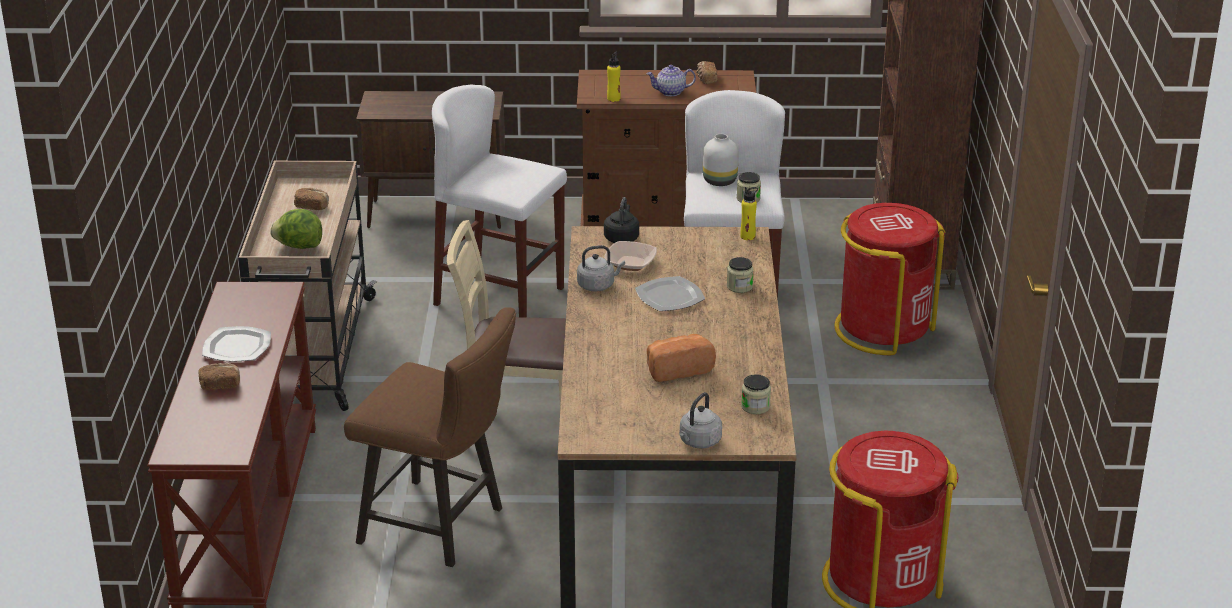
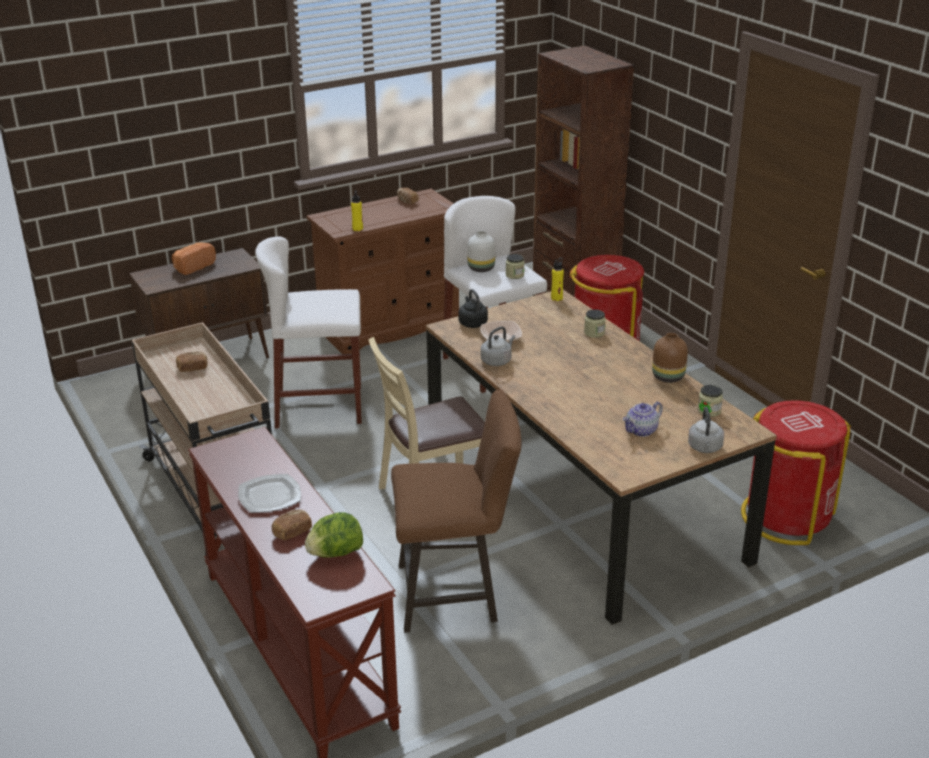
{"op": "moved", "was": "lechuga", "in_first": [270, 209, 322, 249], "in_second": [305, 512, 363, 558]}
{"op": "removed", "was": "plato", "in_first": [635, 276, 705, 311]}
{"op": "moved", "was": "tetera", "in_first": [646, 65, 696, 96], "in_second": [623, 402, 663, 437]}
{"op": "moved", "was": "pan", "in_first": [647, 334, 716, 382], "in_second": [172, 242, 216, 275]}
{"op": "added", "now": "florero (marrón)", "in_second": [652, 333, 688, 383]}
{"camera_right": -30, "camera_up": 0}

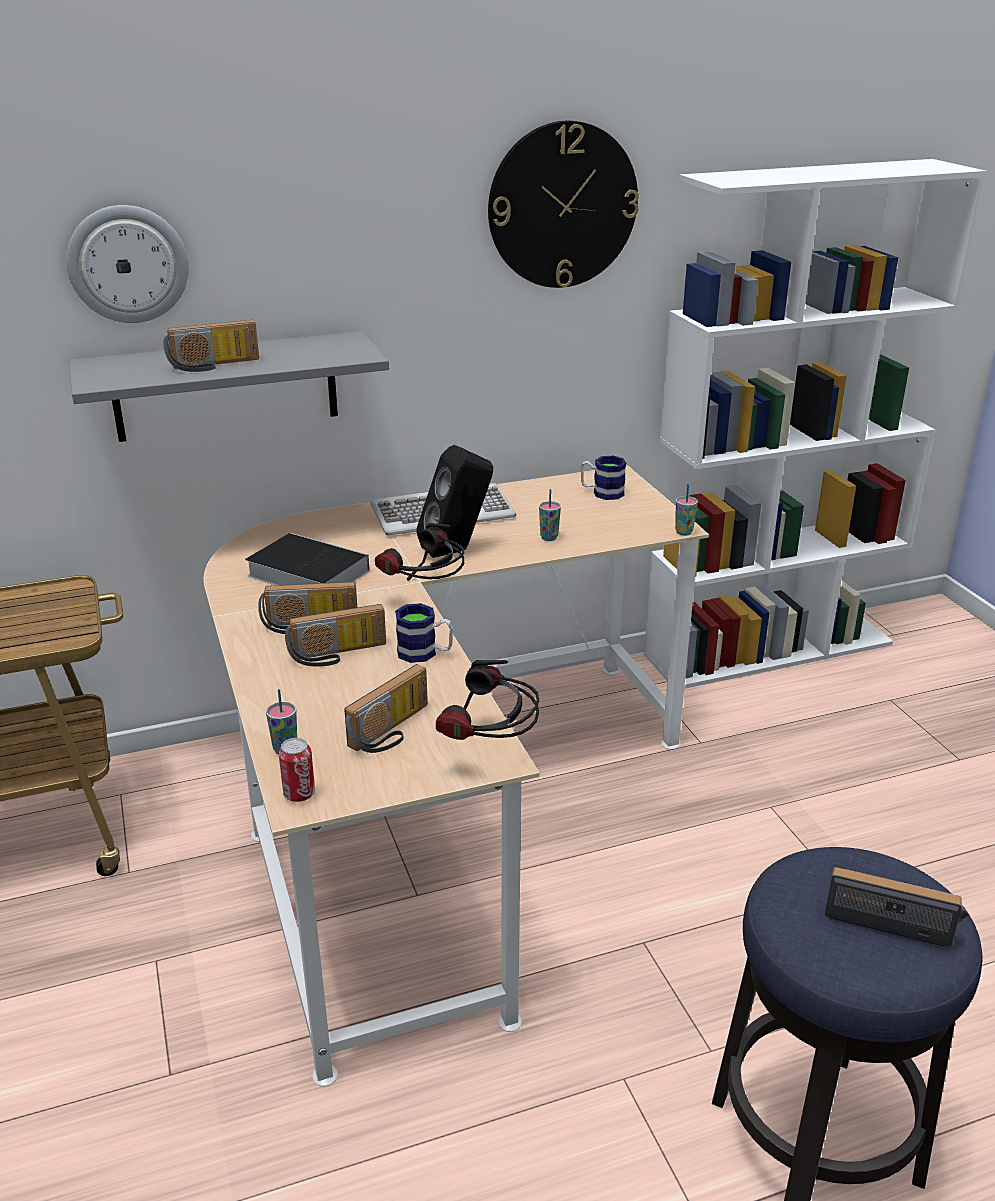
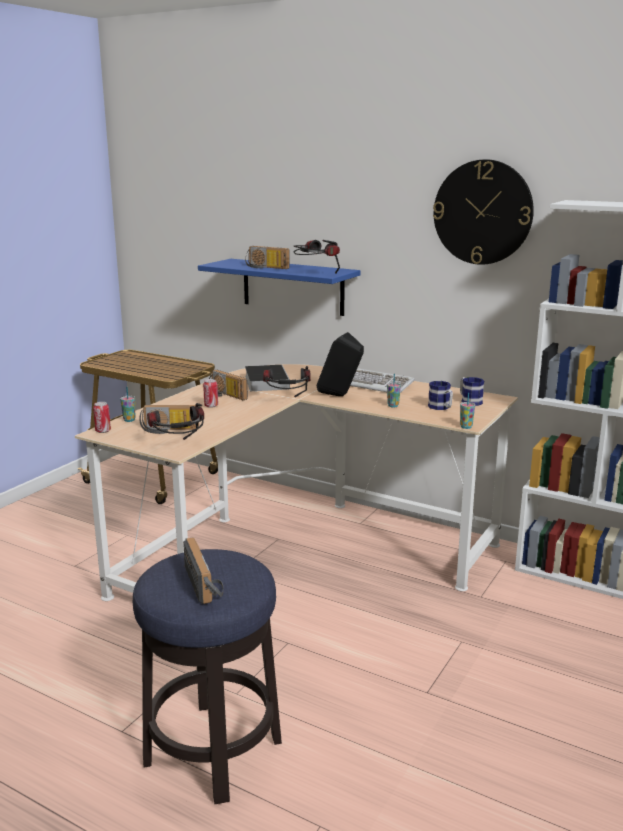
{"op": "removed", "was": "reloj de pared", "in_first": [66, 205, 189, 323]}
{"op": "recoloured", "was": "estante (gris)", "now": "estante (azul)", "in_first": [69, 331, 389, 442], "in_second": [198, 259, 361, 316]}
{"op": "replaced", "was": "radio", "now": "lata", "in_first": [285, 604, 386, 666], "in_second": [203, 379, 218, 408]}
{"op": "moved", "was": "taza grande", "in_first": [395, 603, 453, 663], "in_second": [428, 381, 453, 410]}
{"op": "added", "now": "auriculares", "in_second": [293, 240, 340, 274]}
{"camera_right": 50, "camera_up": -10}

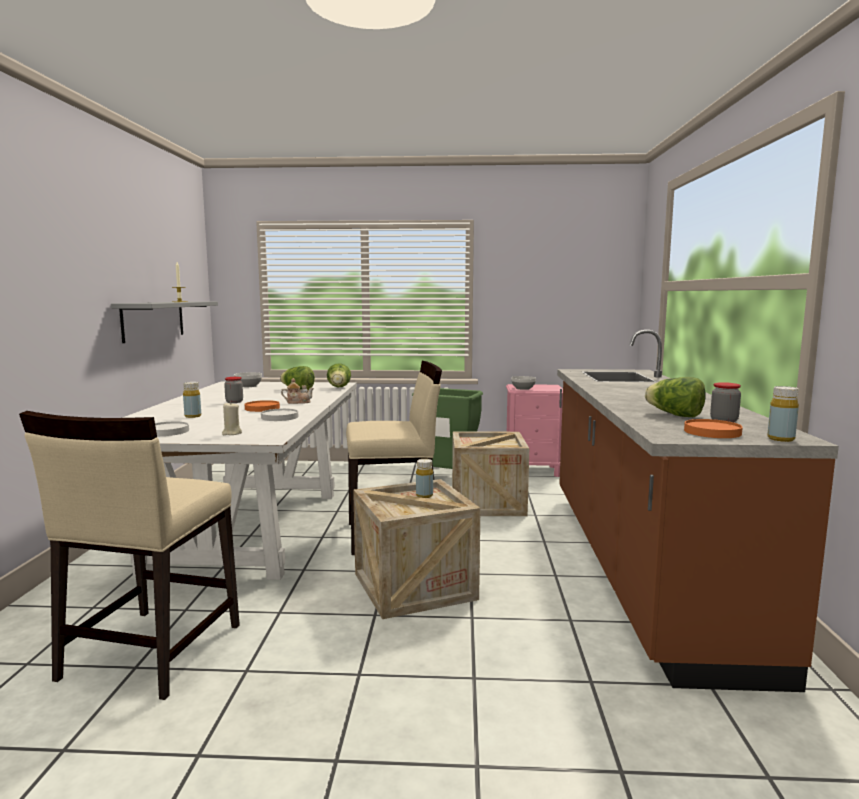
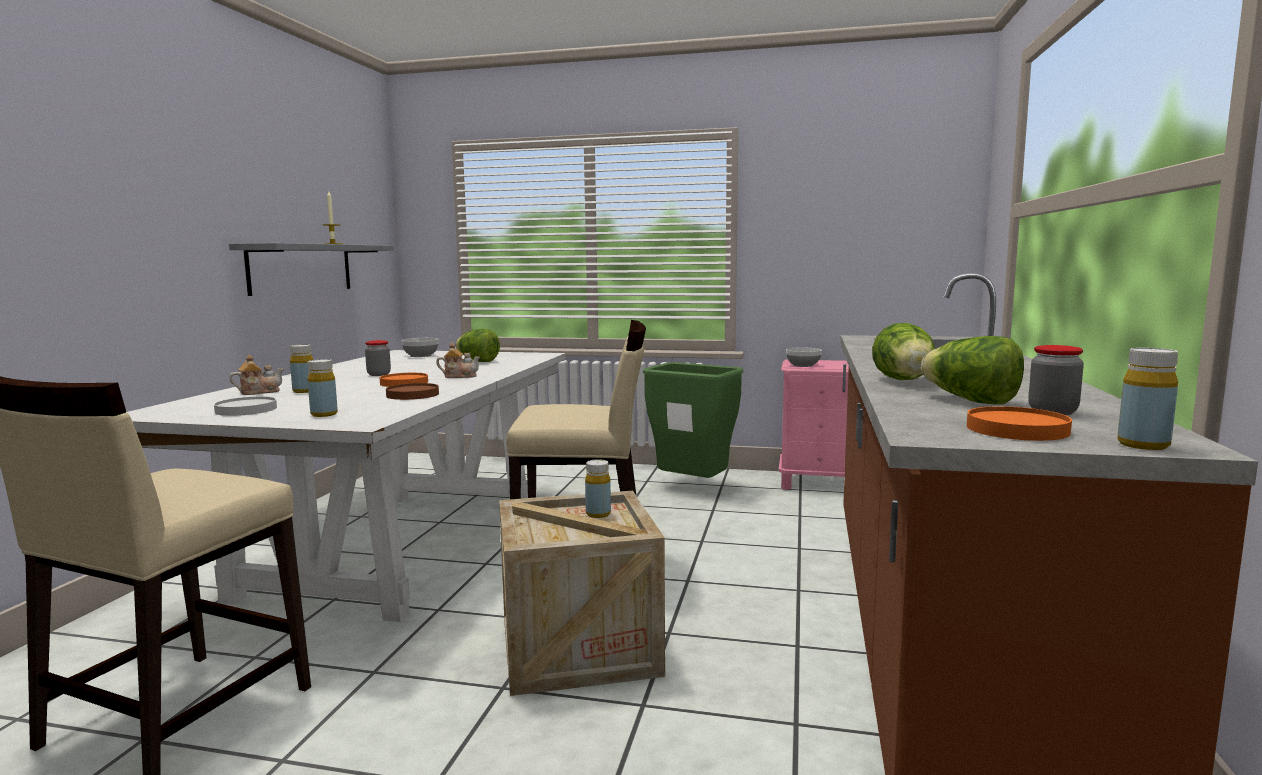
{"op": "replaced", "was": "vela (beis)", "now": "botella (amarillo)", "in_first": [222, 402, 242, 435], "in_second": [307, 359, 338, 417]}
{"op": "recoloured", "was": "plato (blanco)", "now": "plato (marrón)", "in_first": [261, 408, 298, 421], "in_second": [386, 383, 439, 400]}
{"op": "moved", "was": "lechuga", "in_first": [327, 363, 351, 387], "in_second": [872, 323, 935, 380]}
{"op": "removed", "was": "caja de embalaje", "in_first": [452, 431, 529, 516]}
{"op": "added", "now": "tetera", "in_second": [229, 355, 284, 395]}
{"camera_right": 10, "camera_up": 0}

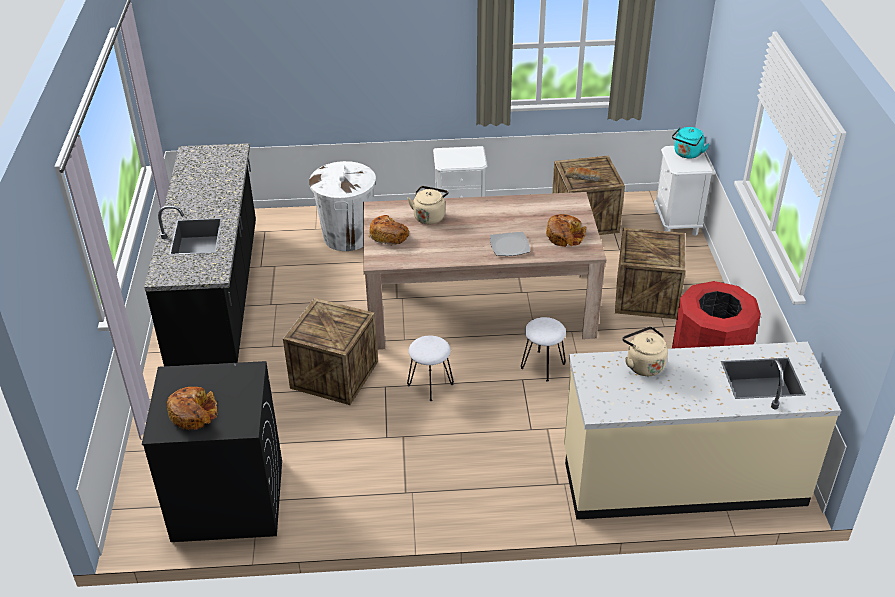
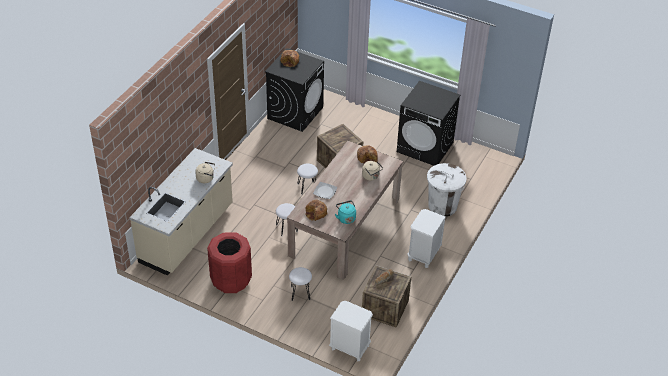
{"op": "replaced", "was": "mueble bajo de cocina (negro)", "now": "lavadora (negro)", "in_first": [144, 143, 256, 366], "in_second": [397, 81, 460, 166]}
{"op": "replaced", "was": "caja de embalaje", "now": "taburete (blanco)", "in_first": [615, 228, 686, 319], "in_second": [289, 267, 312, 301]}
{"op": "moved", "was": "hervidor (turquesa)", "in_first": [672, 127, 709, 159], "in_second": [335, 201, 356, 224]}
{"camera_right": 120, "camera_up": 5}

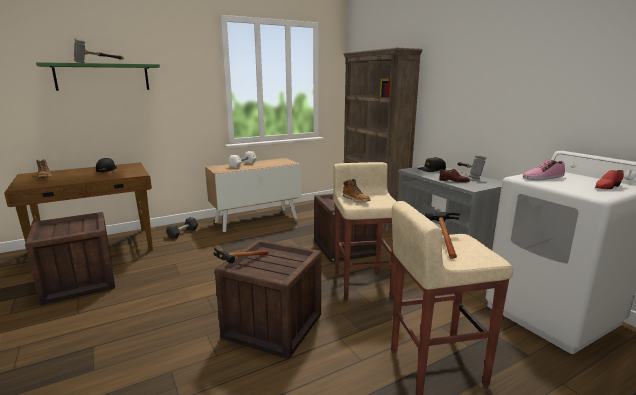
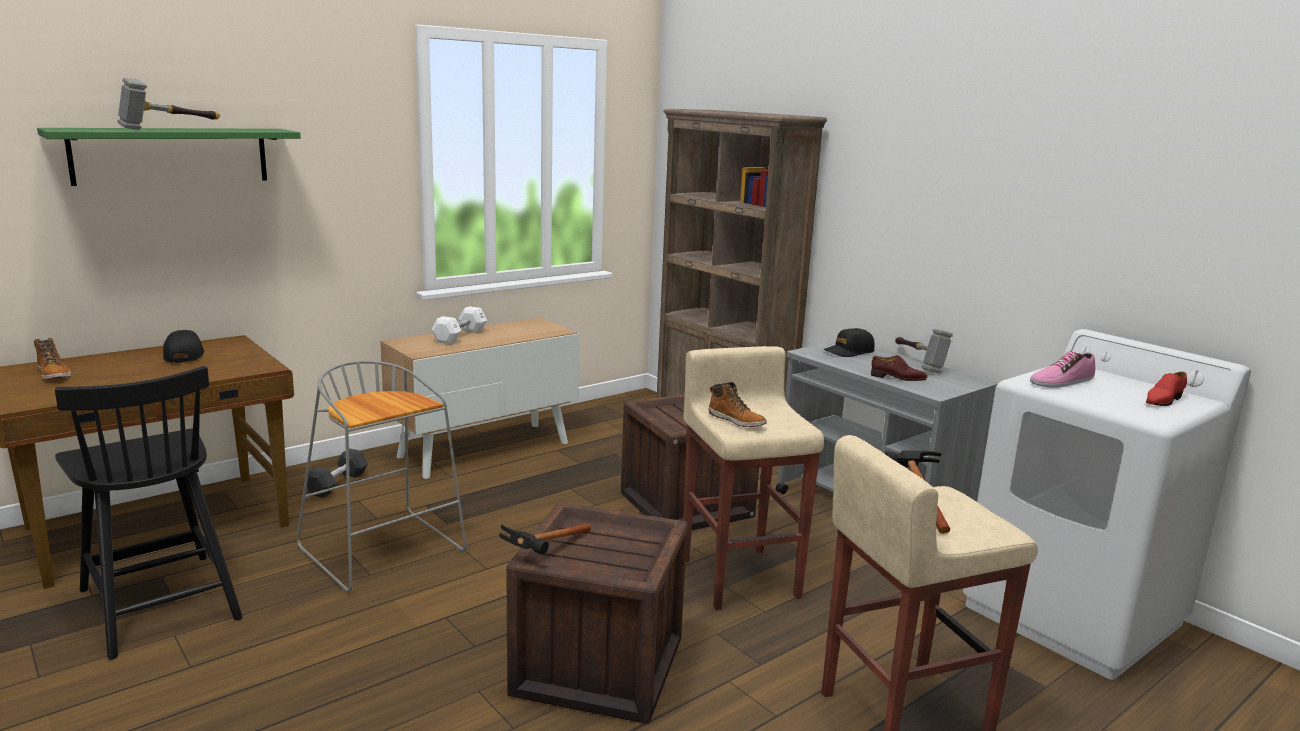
{"op": "replaced", "was": "caja de embalaje", "now": "silla (negro)", "in_first": [25, 212, 115, 305], "in_second": [55, 366, 243, 660]}
{"op": "added", "now": "taburete (gris)", "in_second": [297, 361, 467, 593]}
{"camera_right": -10, "camera_up": 0}

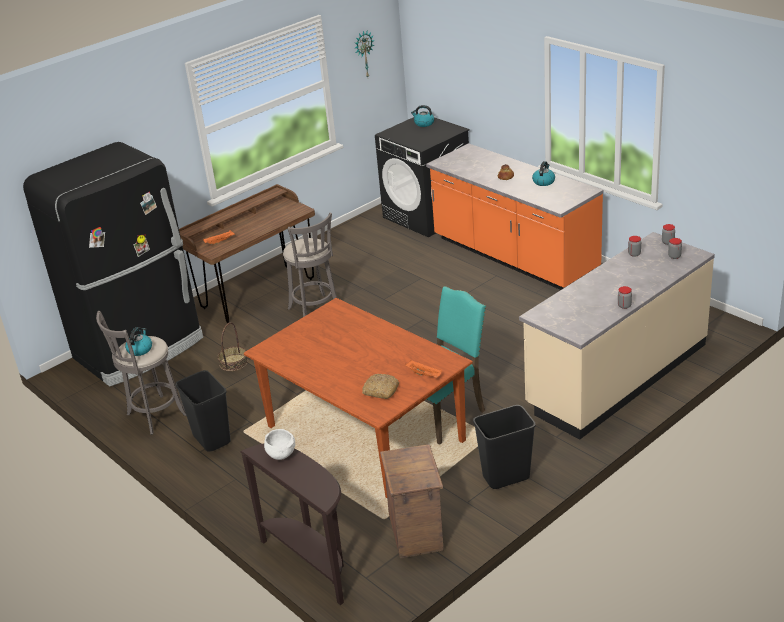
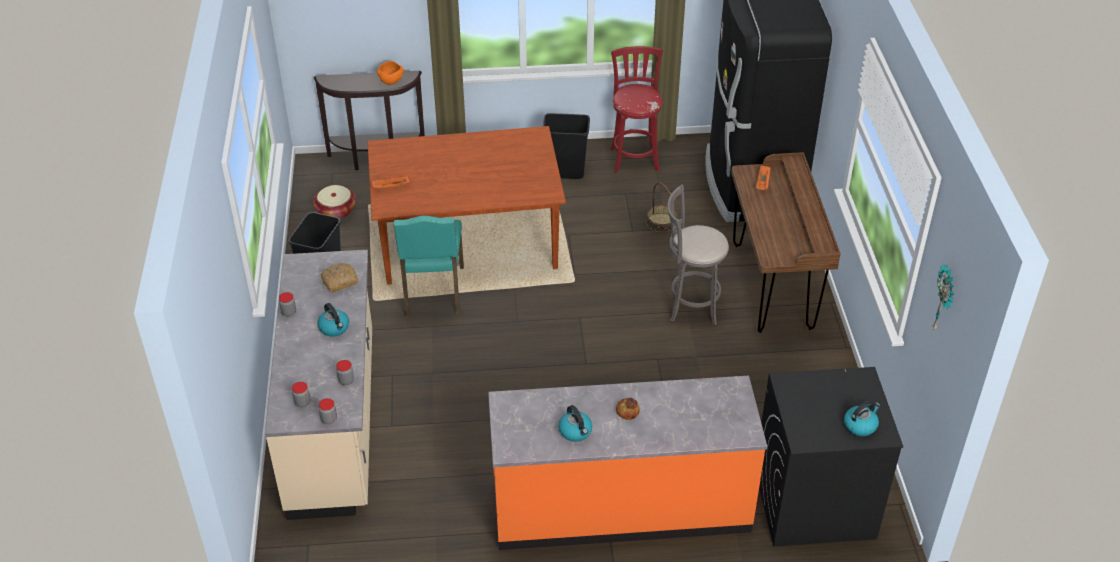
{"op": "recoloured", "was": "taburete (gris)", "now": "taburete (rojo)", "in_first": [96, 311, 186, 435], "in_second": [610, 46, 663, 173]}
{"op": "moved", "was": "hervidor", "in_first": [125, 327, 152, 356], "in_second": [317, 303, 349, 337]}
{"op": "recoloured", "was": "cuenco (blanco)", "now": "cuenco (naranja)", "in_first": [264, 429, 295, 460], "in_second": [377, 61, 404, 85]}
{"op": "moved", "was": "pan", "in_first": [362, 374, 399, 399], "in_second": [321, 263, 358, 292]}
{"op": "replaced", "was": "caja de embalaje", "now": "cesta", "in_first": [380, 444, 444, 558], "in_second": [313, 185, 356, 219]}
{"camera_right": 125, "camera_up": 10}

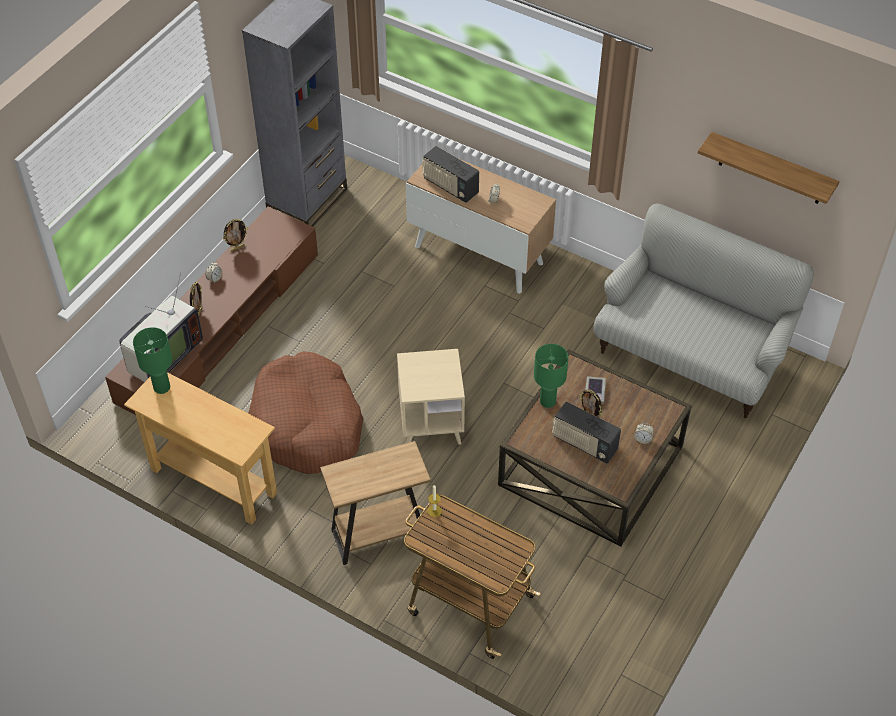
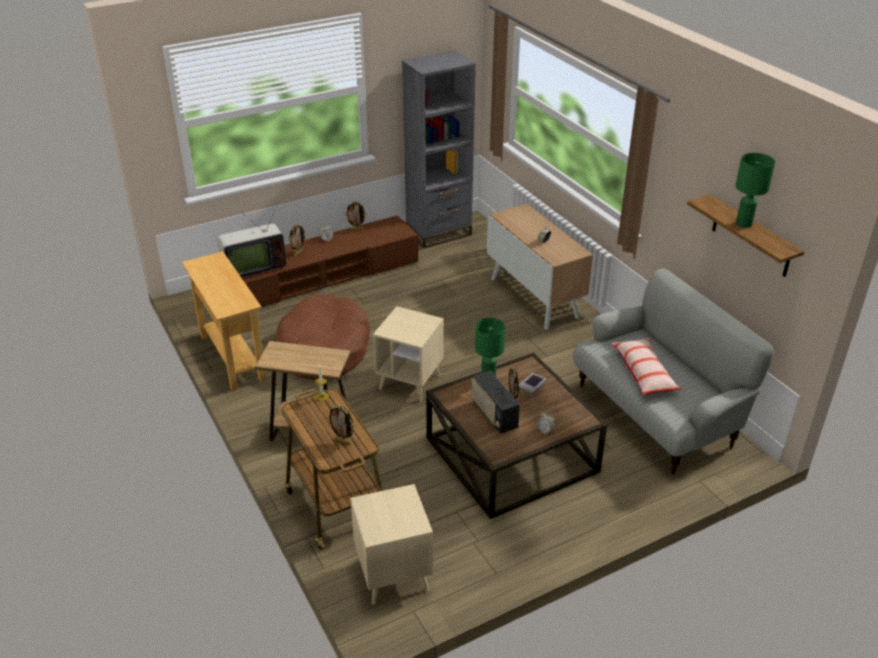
{"op": "moved", "was": "lámpara de mesa (verde)", "in_first": [133, 327, 172, 394], "in_second": [735, 153, 775, 228]}
{"op": "removed", "was": "radio", "in_first": [423, 146, 479, 203]}
{"op": "added", "now": "portarretratos", "in_second": [327, 406, 355, 445]}
{"op": "added", "now": "mesa auxiliar (beis)", "in_second": [350, 484, 433, 605]}
{"op": "added", "now": "cojín", "in_second": [611, 338, 681, 395]}
{"camera_right": 30, "camera_up": -15}

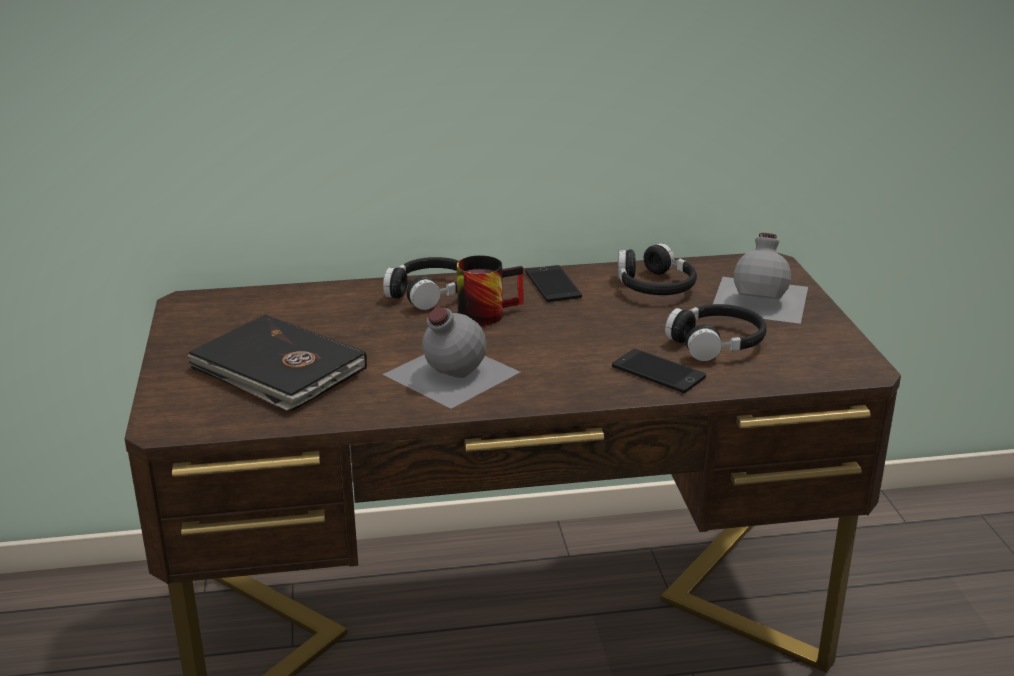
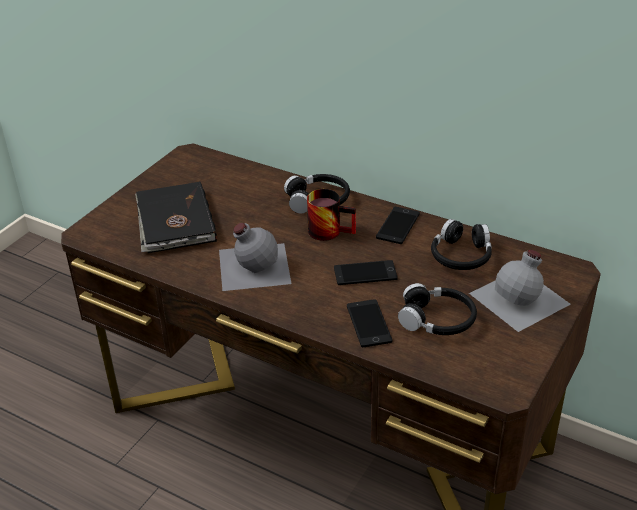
{"op": "added", "now": "móvil", "in_second": [334, 260, 398, 285]}
{"camera_right": 40, "camera_up": 10}

